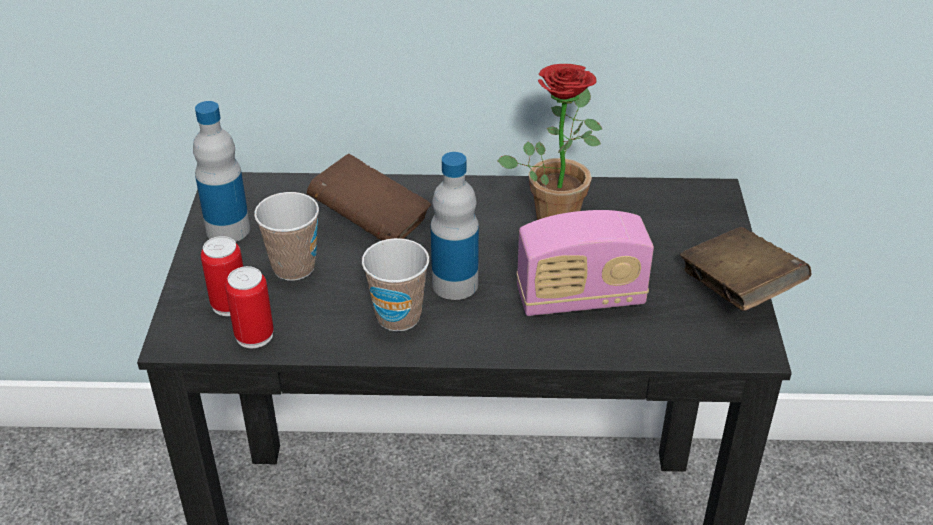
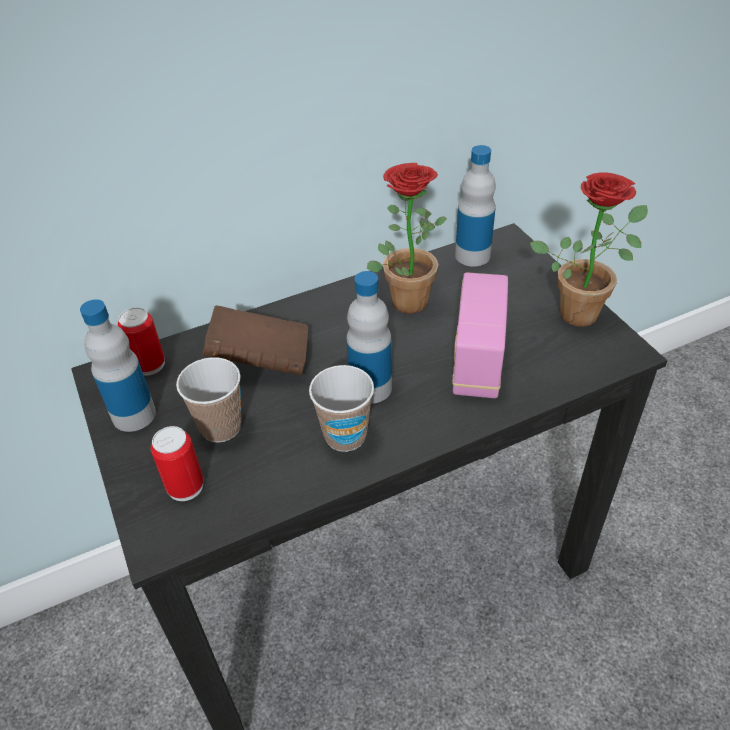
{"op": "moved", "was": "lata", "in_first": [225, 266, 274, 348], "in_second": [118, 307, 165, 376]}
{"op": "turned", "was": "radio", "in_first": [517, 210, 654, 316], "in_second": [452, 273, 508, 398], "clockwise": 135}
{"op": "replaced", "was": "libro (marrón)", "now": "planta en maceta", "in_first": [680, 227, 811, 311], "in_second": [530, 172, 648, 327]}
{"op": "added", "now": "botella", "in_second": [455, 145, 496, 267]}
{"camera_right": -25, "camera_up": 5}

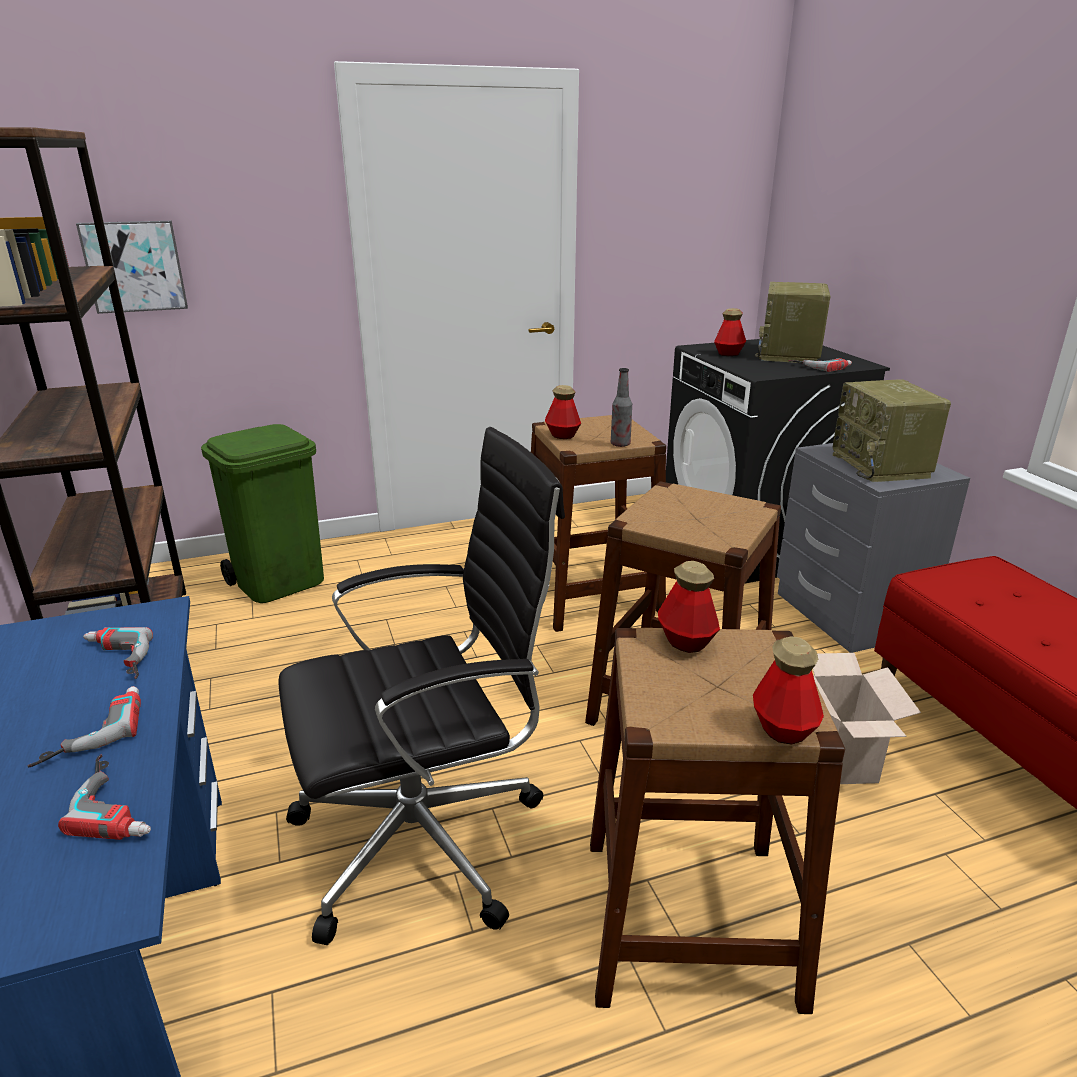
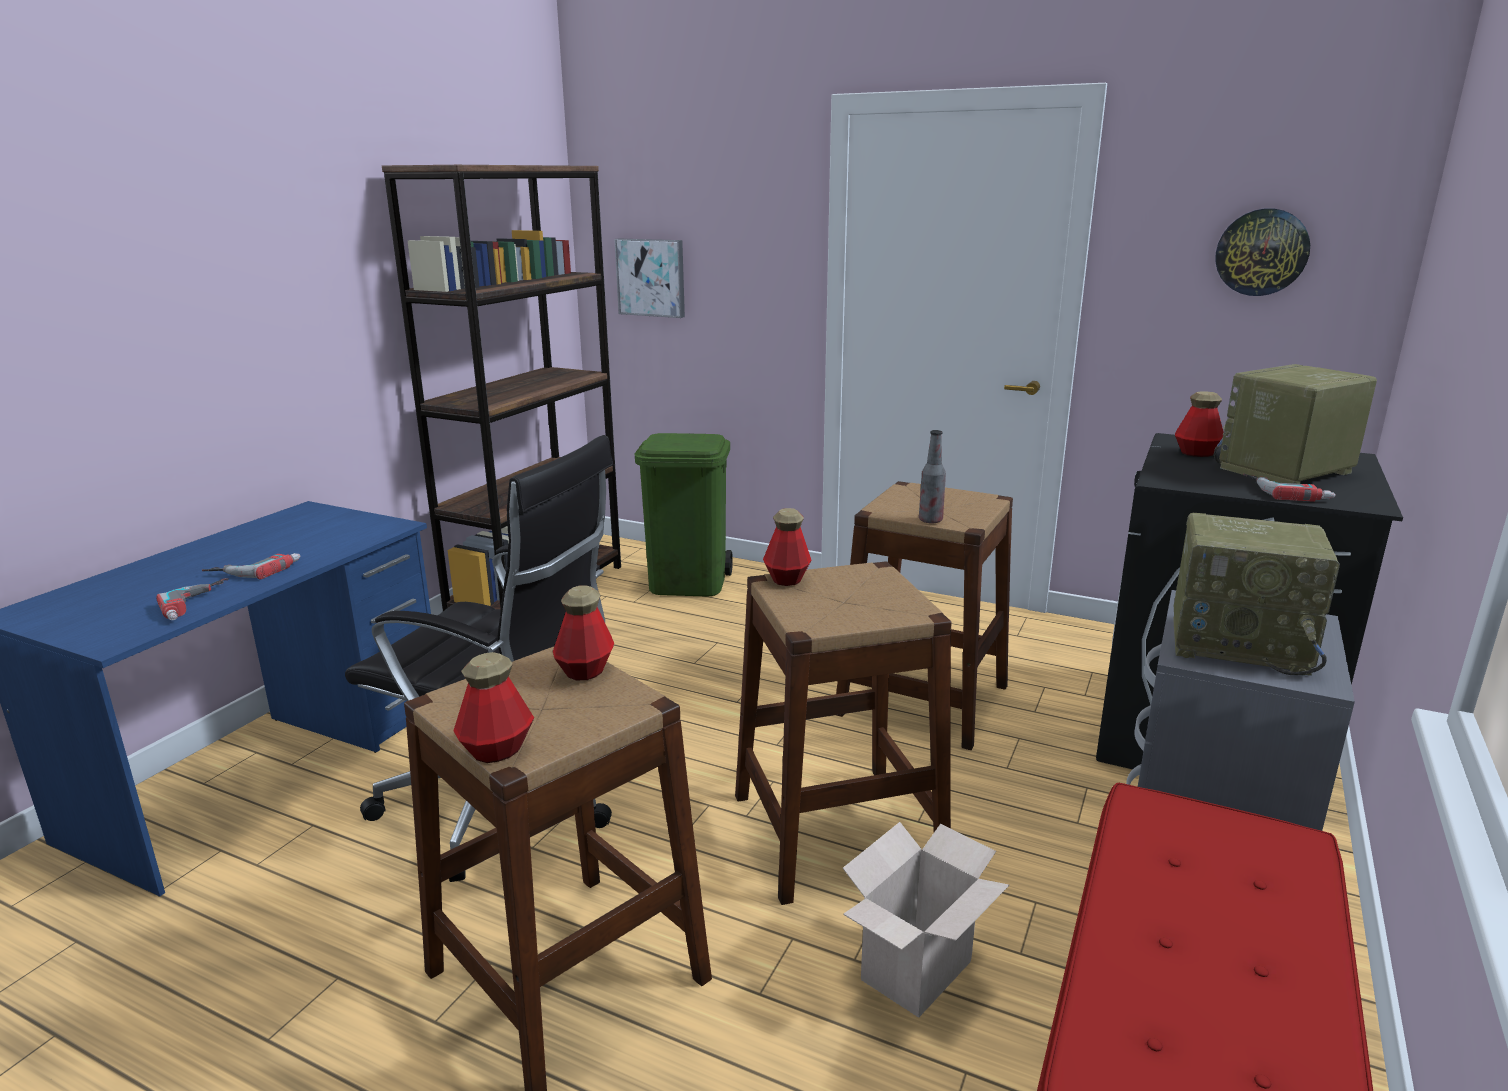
{"op": "removed", "was": "taladro", "in_first": [83, 627, 153, 679]}
{"op": "moved", "was": "botella", "in_first": [545, 385, 581, 439], "in_second": [763, 508, 811, 586]}
{"op": "turned", "was": "radio", "in_first": [832, 379, 951, 482], "in_second": [1173, 513, 1340, 676], "clockwise": -105}
{"op": "added", "now": "reloj de pared", "in_second": [1215, 208, 1310, 296]}
{"camera_right": 45, "camera_up": -5}

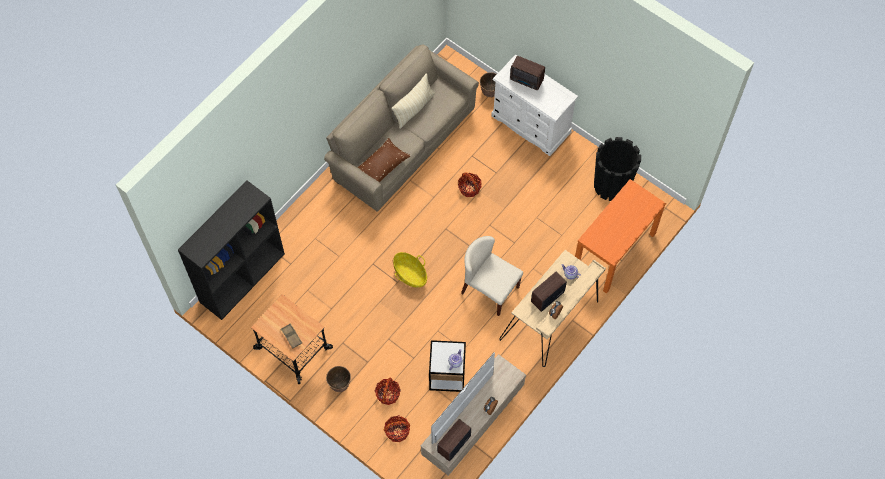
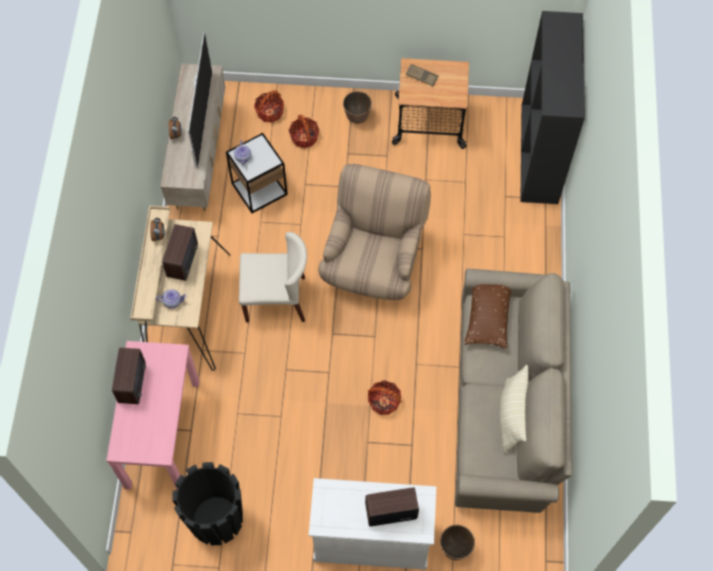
{"op": "replaced", "was": "cesta", "now": "sillón (beis)", "in_first": [393, 252, 427, 287], "in_second": [318, 164, 431, 300]}
{"op": "moved", "was": "radio", "in_first": [437, 419, 471, 461], "in_second": [112, 348, 146, 404]}
{"op": "recoloured", "was": "mesa consola (naranja)", "now": "mesa consola (rosa)", "in_first": [575, 179, 666, 294], "in_second": [106, 341, 200, 490]}
{"camera_right": 145, "camera_up": 0}

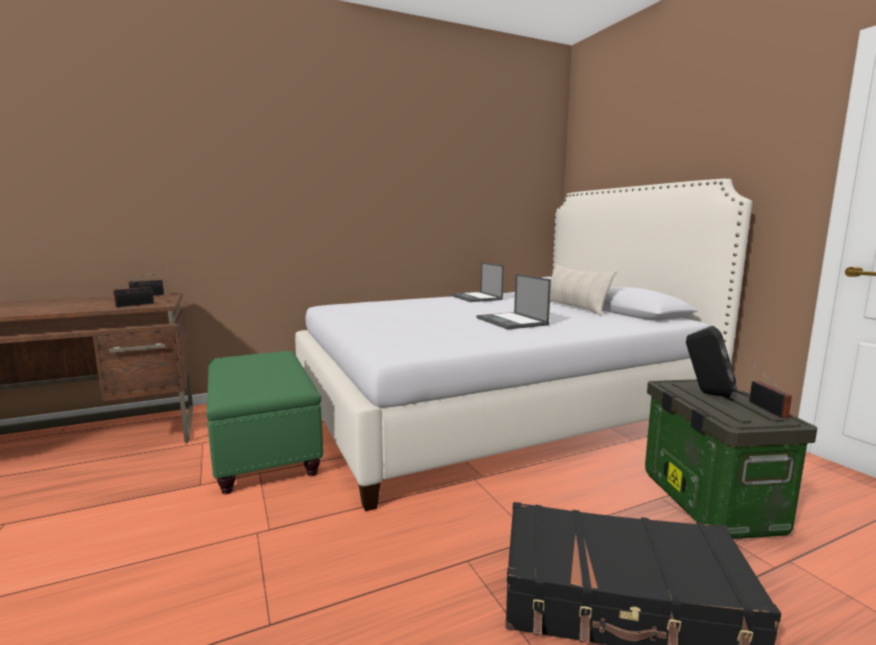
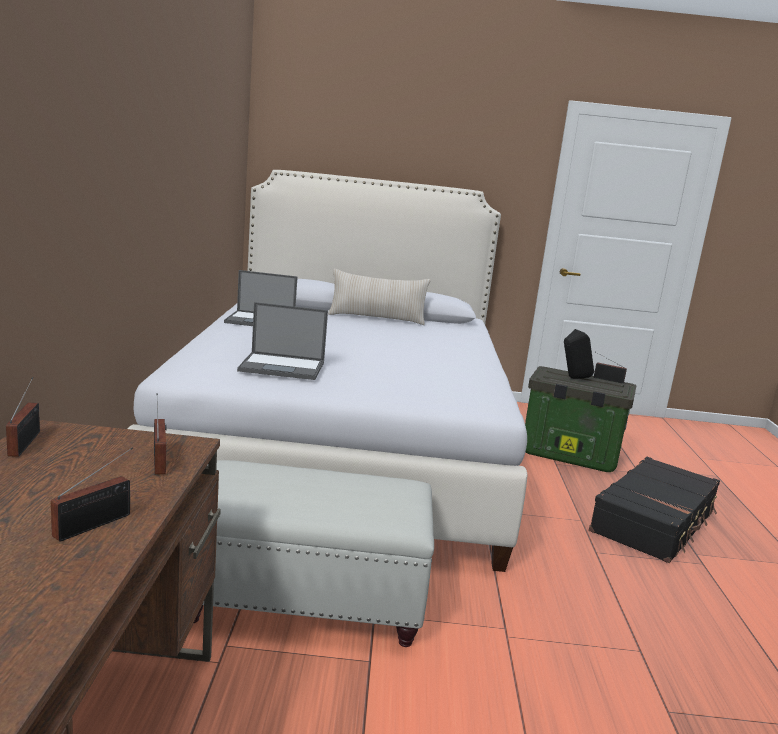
{"op": "recoloured", "was": "puf (verde)", "now": "puf (blanco)", "in_first": [206, 351, 324, 494], "in_second": [194, 460, 434, 647]}
{"op": "moved", "was": "portátil", "in_first": [477, 274, 551, 329], "in_second": [237, 302, 328, 380]}
{"op": "added", "now": "radio", "in_second": [51, 447, 133, 542]}
{"camera_right": -65, "camera_up": 5}

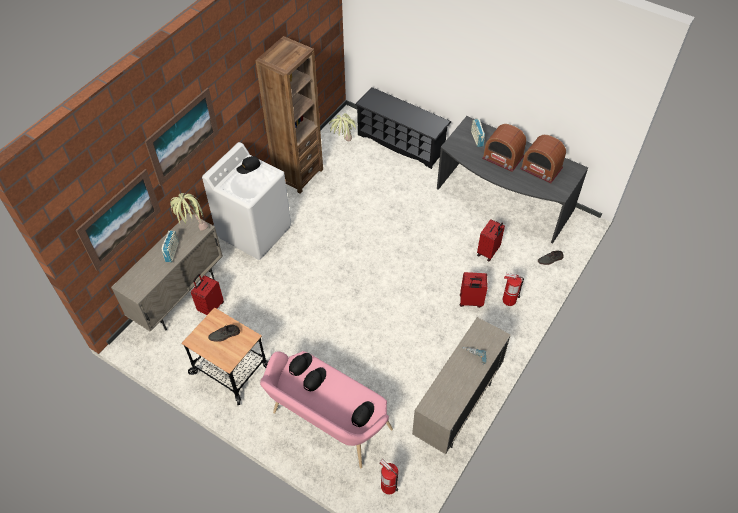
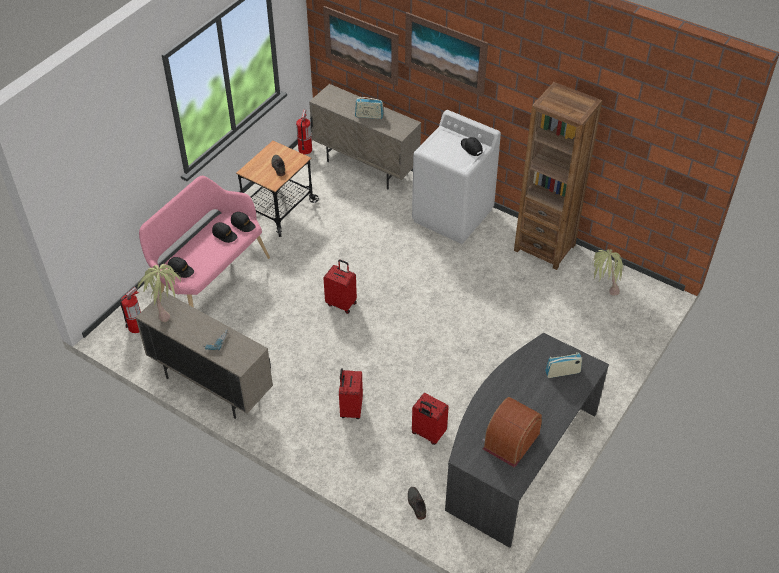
{"op": "moved", "was": "planta en maceta", "in_first": [170, 193, 208, 231], "in_second": [137, 264, 181, 322]}
{"op": "moved", "was": "maleta (rojo)", "in_first": [191, 274, 224, 315], "in_second": [323, 259, 357, 314]}
{"op": "removed", "was": "zapatero (negro)", "in_first": [355, 87, 452, 169]}
{"op": "removed", "was": "radio", "in_first": [482, 124, 526, 172]}
{"op": "moved", "was": "extintor", "in_first": [502, 273, 524, 306], "in_second": [296, 110, 312, 155]}
{"camera_right": 90, "camera_up": -5}

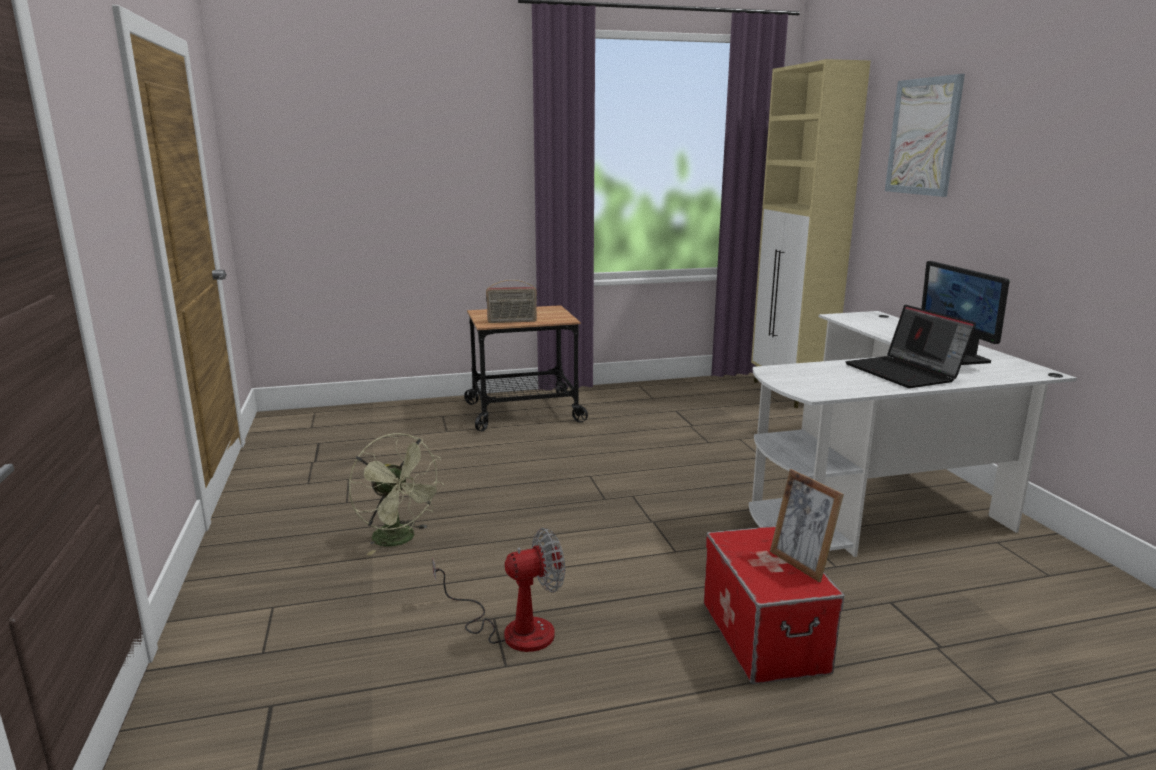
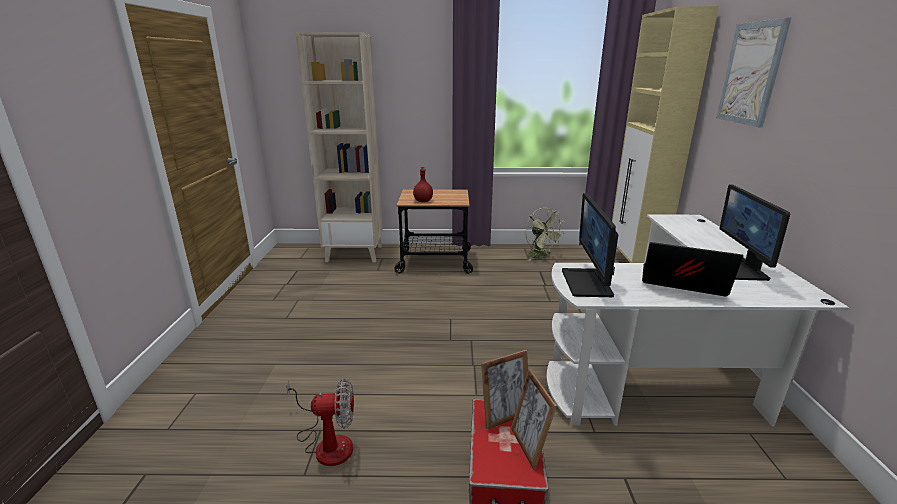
{"op": "moved", "was": "ventilador (verde)", "in_first": [349, 433, 445, 555], "in_second": [525, 208, 564, 261]}
{"op": "replaced", "was": "radio", "now": "botella (rojo)", "in_first": [486, 280, 537, 323], "in_second": [413, 167, 433, 202]}
{"op": "turned", "was": "portátil", "in_first": [846, 305, 976, 388], "in_second": [642, 242, 743, 297], "clockwise": 120}
{"op": "added", "now": "estantería (beis)", "in_second": [295, 32, 383, 262]}
{"op": "added", "now": "portarretratos", "in_second": [481, 350, 528, 429]}
{"op": "added", "now": "monitor", "in_second": [562, 193, 618, 297]}
{"camera_right": 15, "camera_up": 5}

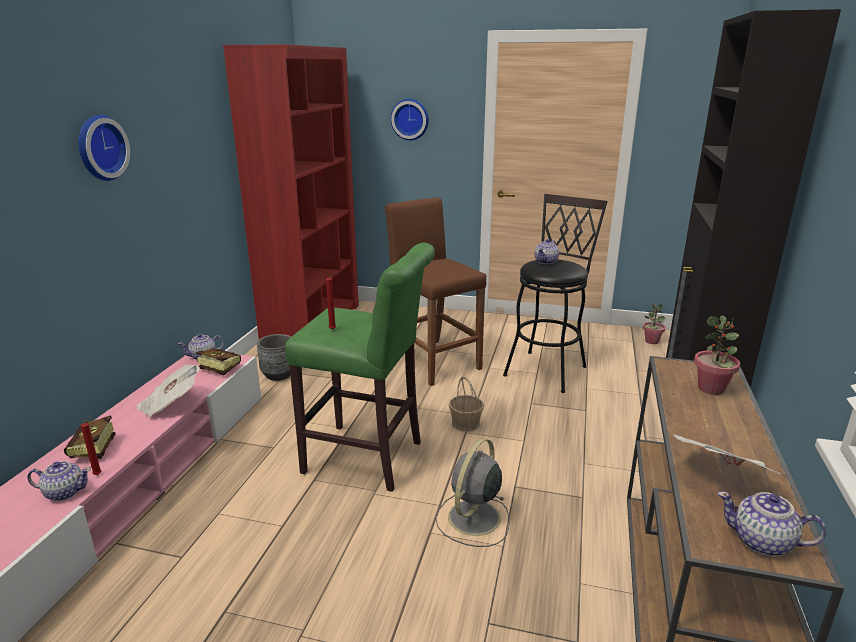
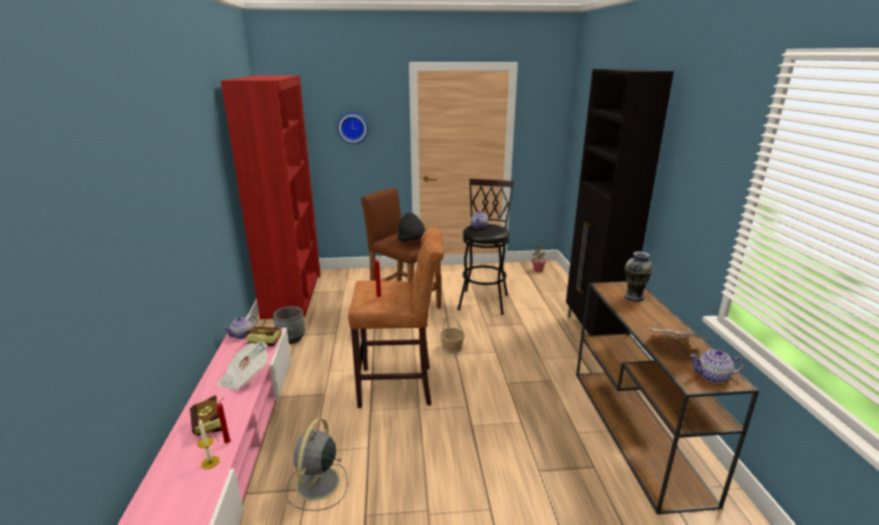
{"op": "replaced", "was": "tetera", "now": "vela", "in_first": [27, 461, 91, 501], "in_second": [197, 418, 220, 469]}
{"op": "removed", "was": "reloj de pared", "in_first": [78, 115, 130, 181]}
{"op": "recoloured", "was": "taburete (verde)", "now": "taburete (marrón)", "in_first": [285, 243, 435, 492], "in_second": [348, 226, 444, 408]}
{"op": "moved", "was": "ventilador (gris)", "in_first": [436, 438, 510, 547], "in_second": [285, 418, 348, 511]}
{"op": "replaced", "was": "planta en maceta", "now": "florero", "in_first": [694, 316, 740, 395], "in_second": [624, 252, 653, 302]}
{"op": "added", "now": "sombrero (negro)", "in_second": [398, 213, 425, 241]}
{"camera_right": -20, "camera_up": 0}

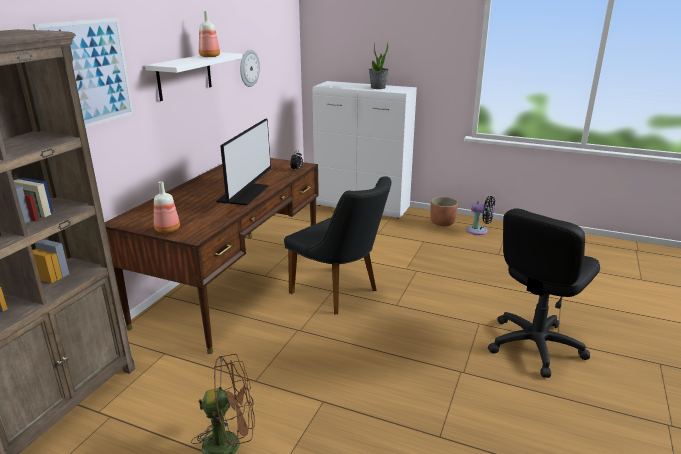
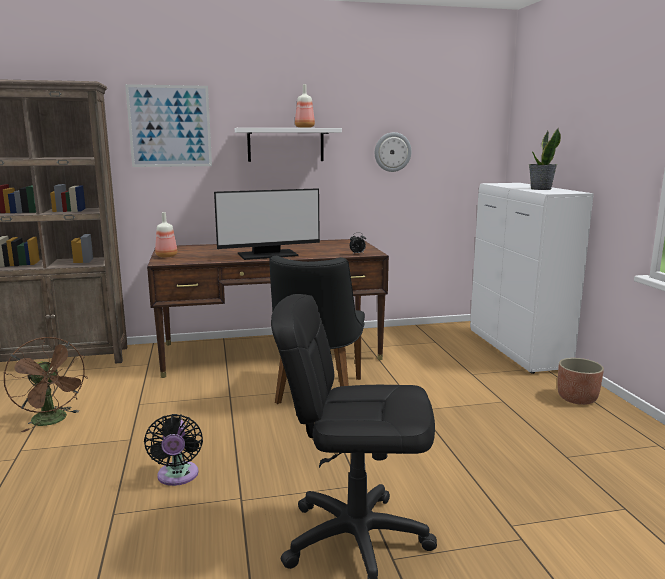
{"op": "moved", "was": "ventilador (negro)", "in_first": [466, 196, 495, 235], "in_second": [144, 414, 203, 486]}
{"camera_right": 55, "camera_up": -10}

